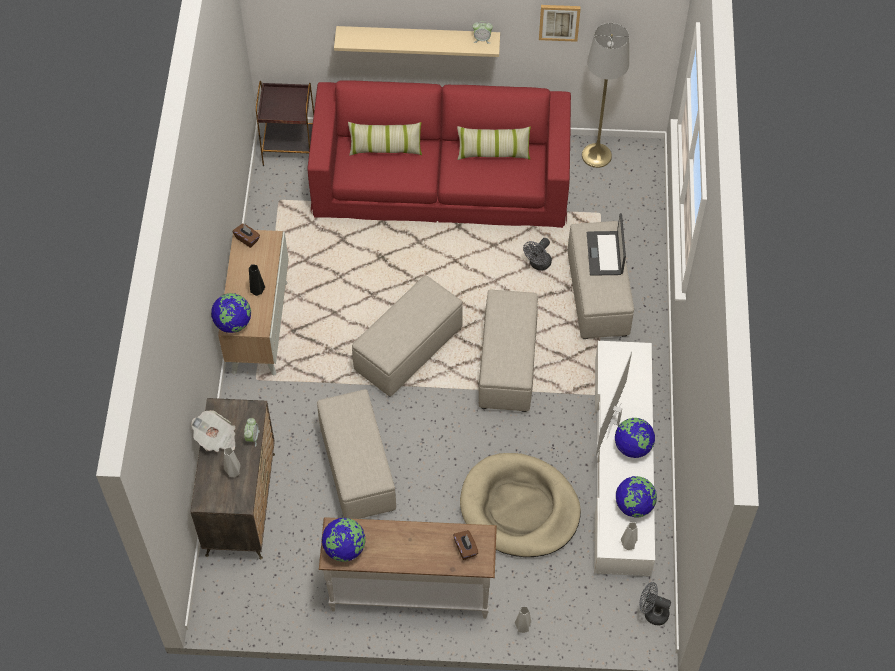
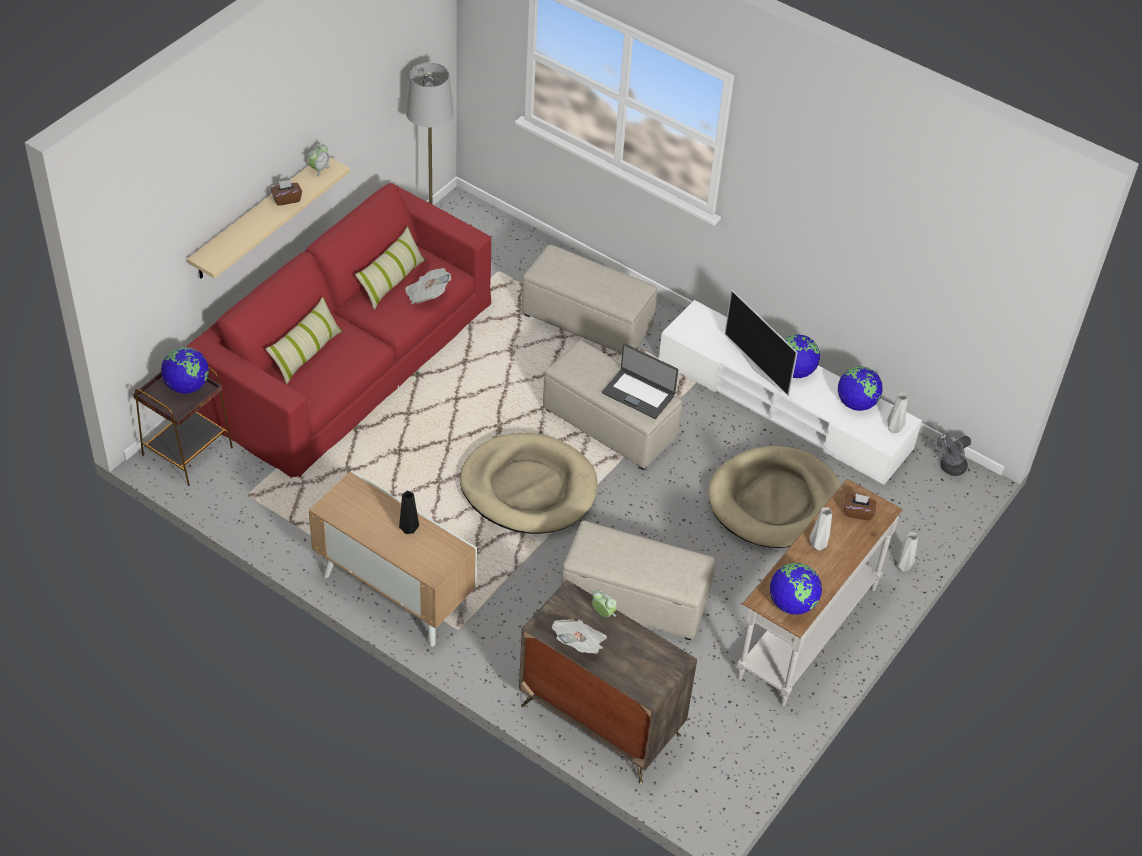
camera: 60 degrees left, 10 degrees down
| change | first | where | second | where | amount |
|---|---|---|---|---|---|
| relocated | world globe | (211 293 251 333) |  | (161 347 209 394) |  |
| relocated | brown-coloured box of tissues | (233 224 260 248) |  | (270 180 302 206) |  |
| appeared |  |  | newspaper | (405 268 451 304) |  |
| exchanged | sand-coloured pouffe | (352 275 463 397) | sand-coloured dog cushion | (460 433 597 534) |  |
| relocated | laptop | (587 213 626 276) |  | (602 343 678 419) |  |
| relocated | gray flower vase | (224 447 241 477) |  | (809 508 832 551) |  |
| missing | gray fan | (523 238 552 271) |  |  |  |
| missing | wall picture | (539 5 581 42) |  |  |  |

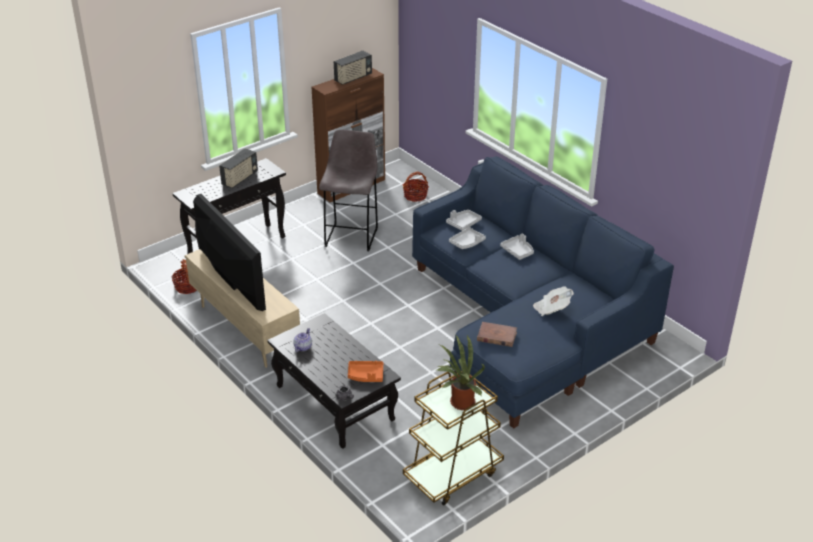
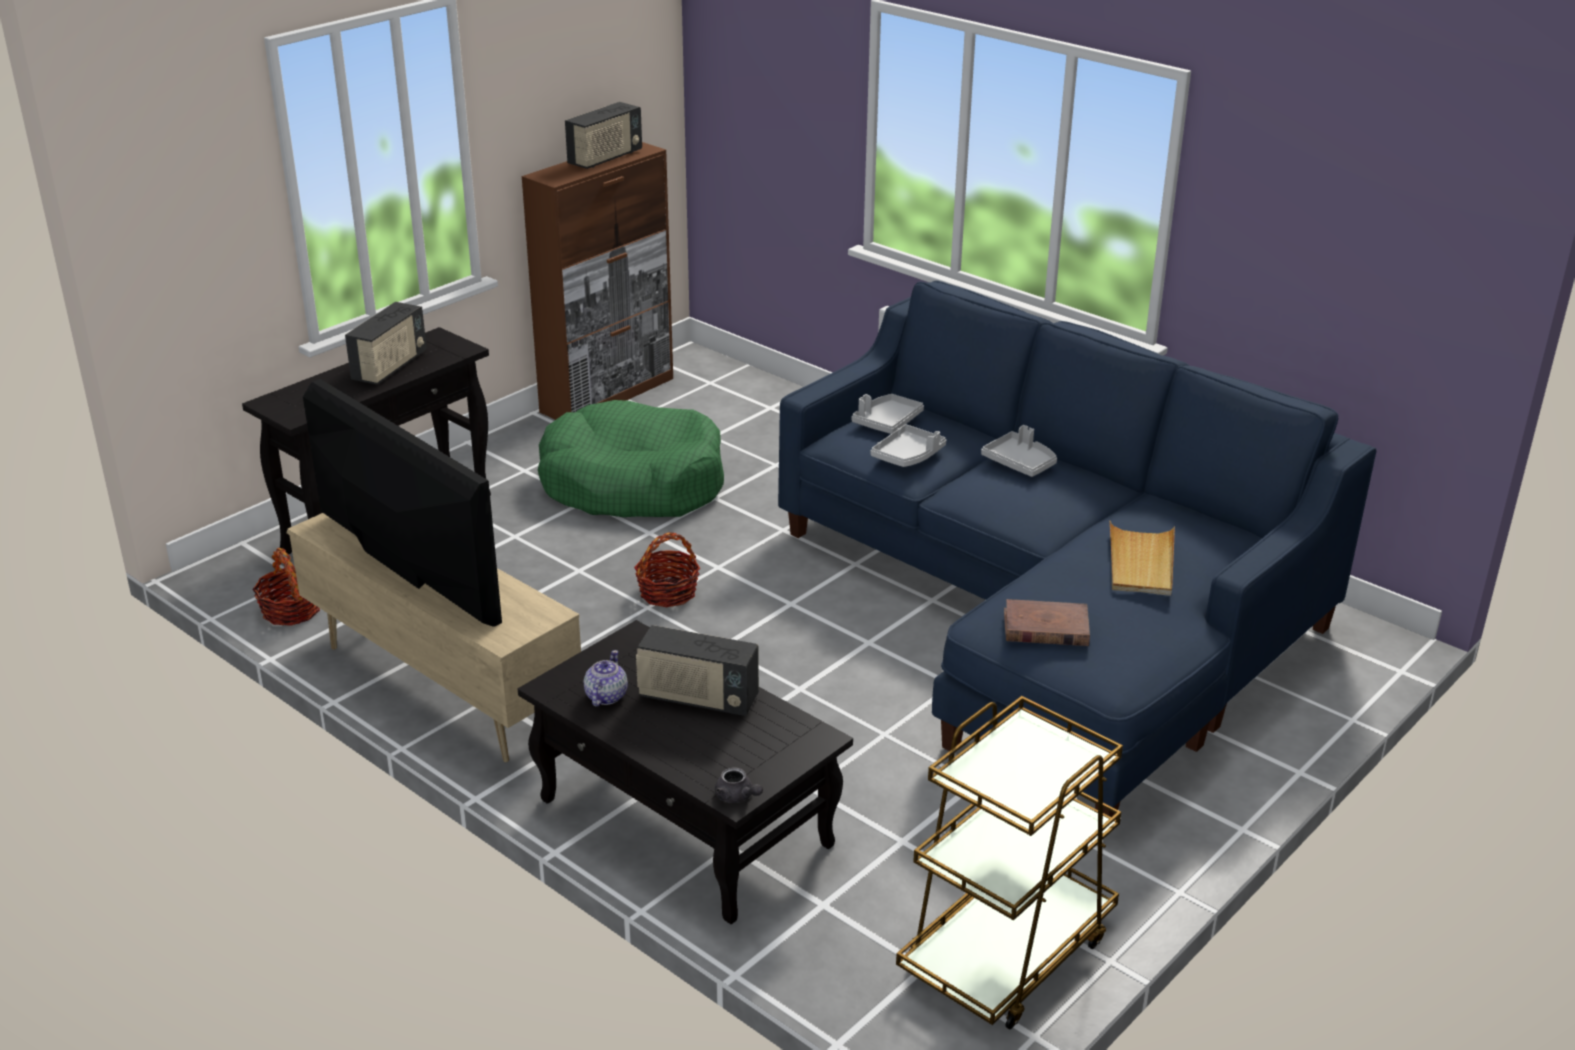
camera: 10 degrees left, 5 degrees down
| change | first | where | second | where | amount |
|---|---|---|---|---|---|
| exchanged | gray sitting stool | (319 130 378 251) | green dog cushion | (538 400 724 517) |  |
| relocated | storage basket | (403 172 429 202) |  | (634 532 700 607) |  |
| appeared |  |  | radio receiver | (636 625 759 716) |  |
| exchanged | newspaper | (533 286 574 316) | sand-coloured serving tray | (1110 521 1175 596) |  |
| missing | orange-coloured serving tray | (348 361 383 382) |  |  |  |
| missing | plant in a pot | (437 335 485 410) |  |  |  |

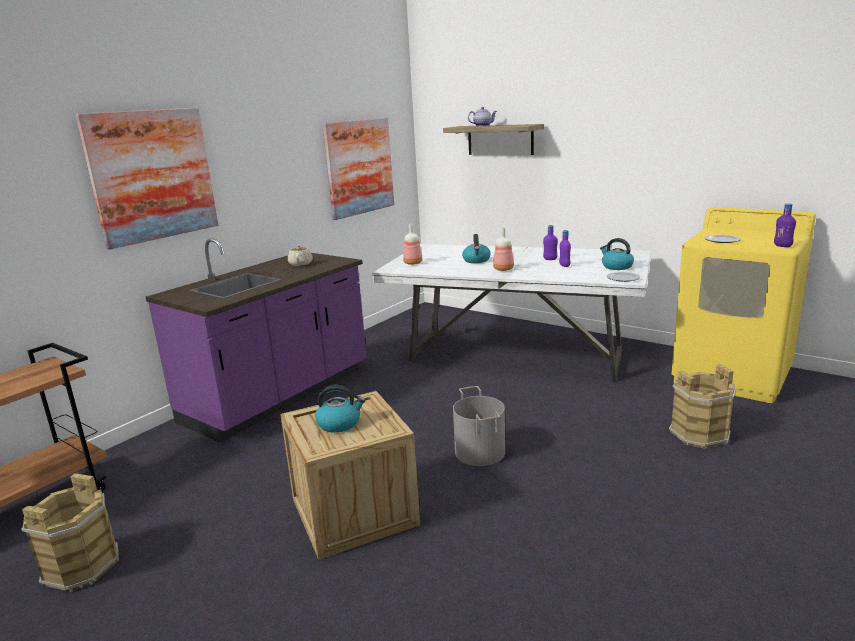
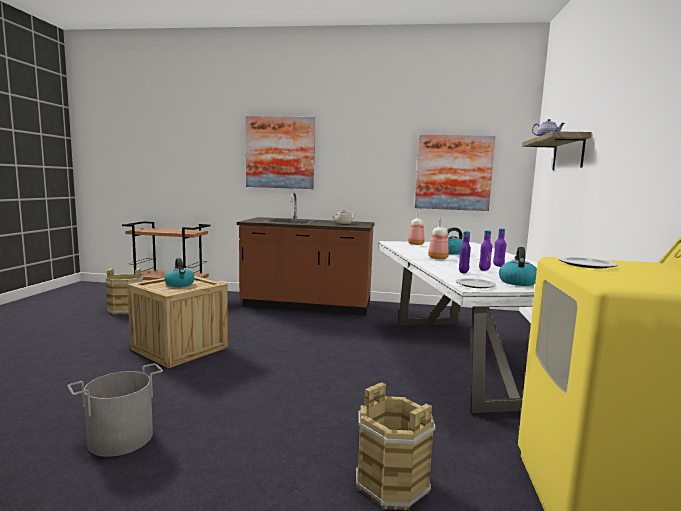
camera: 60 degrees right, 10 degrees down
| change | first | where | second | where | amount |
|---|---|---|---|---|---|
| relocated | gray water bucket | (453 386 505 466) |  | (68 363 163 457) |  |
| colour | purplish kitchen counter | (146 238 367 443) | brown-coloured kitchen counter | (237 193 375 315) |  |
| relocated | purplish drink bottle | (774 203 796 247) |  | (459 231 471 273) |  |

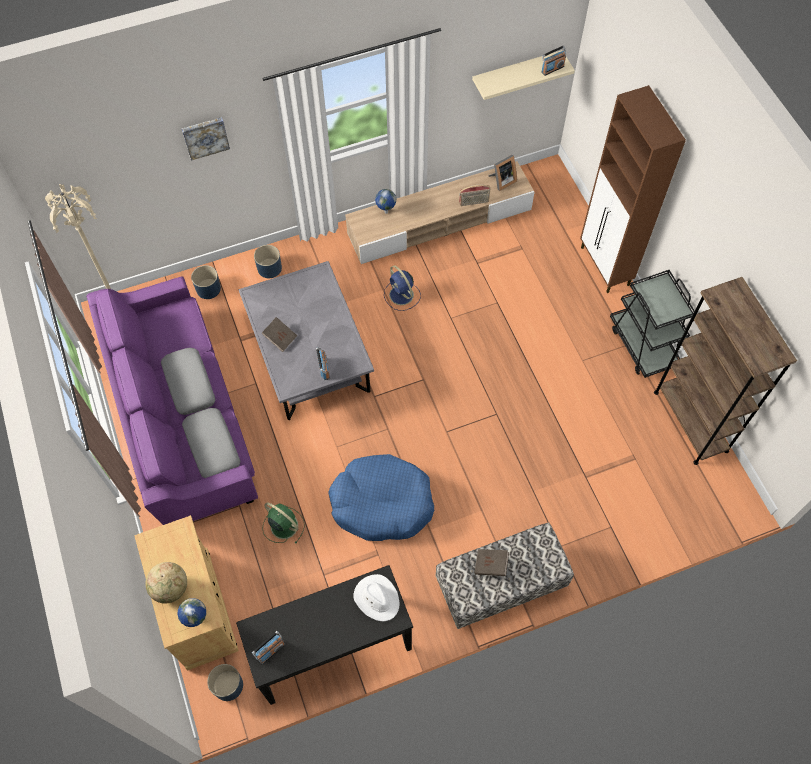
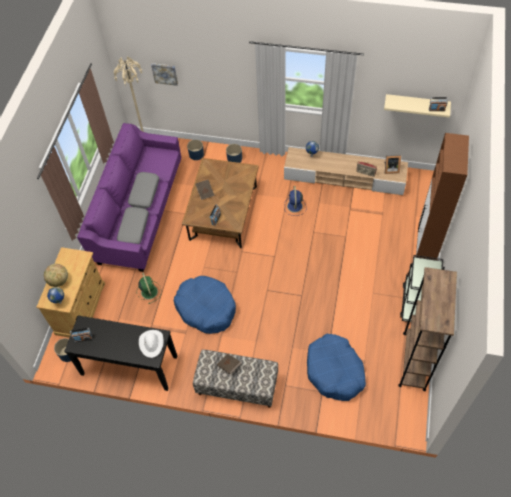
camera: 35 degrees right, 5 degrees down
| change | first | where | second | where | amount |
|---|---|---|---|---|---|
| relocated | wall picture | (182 117 230 161) |  | (151 63 178 86) |  |
| colour | gray low table | (239 261 374 420) | brown-coloured low table | (182 158 259 249) |  |
| appeared |  |  | bluish dog cushion | (307 334 366 401) |  |

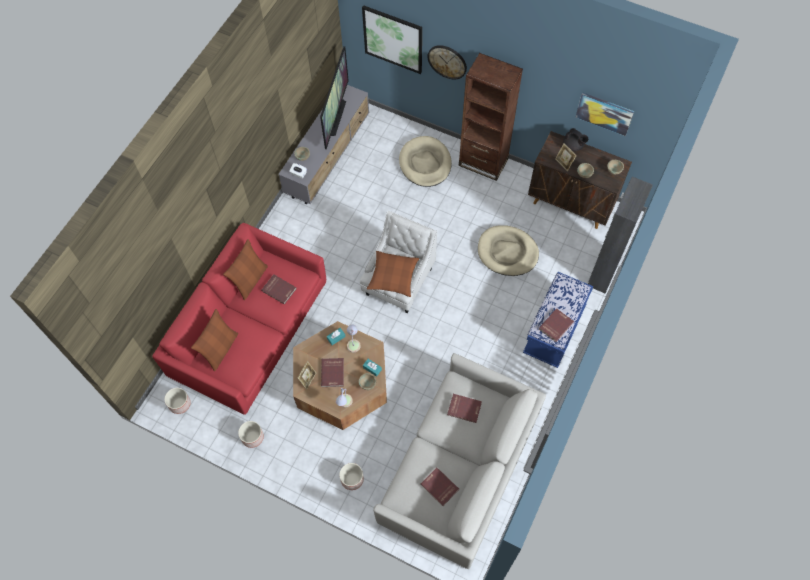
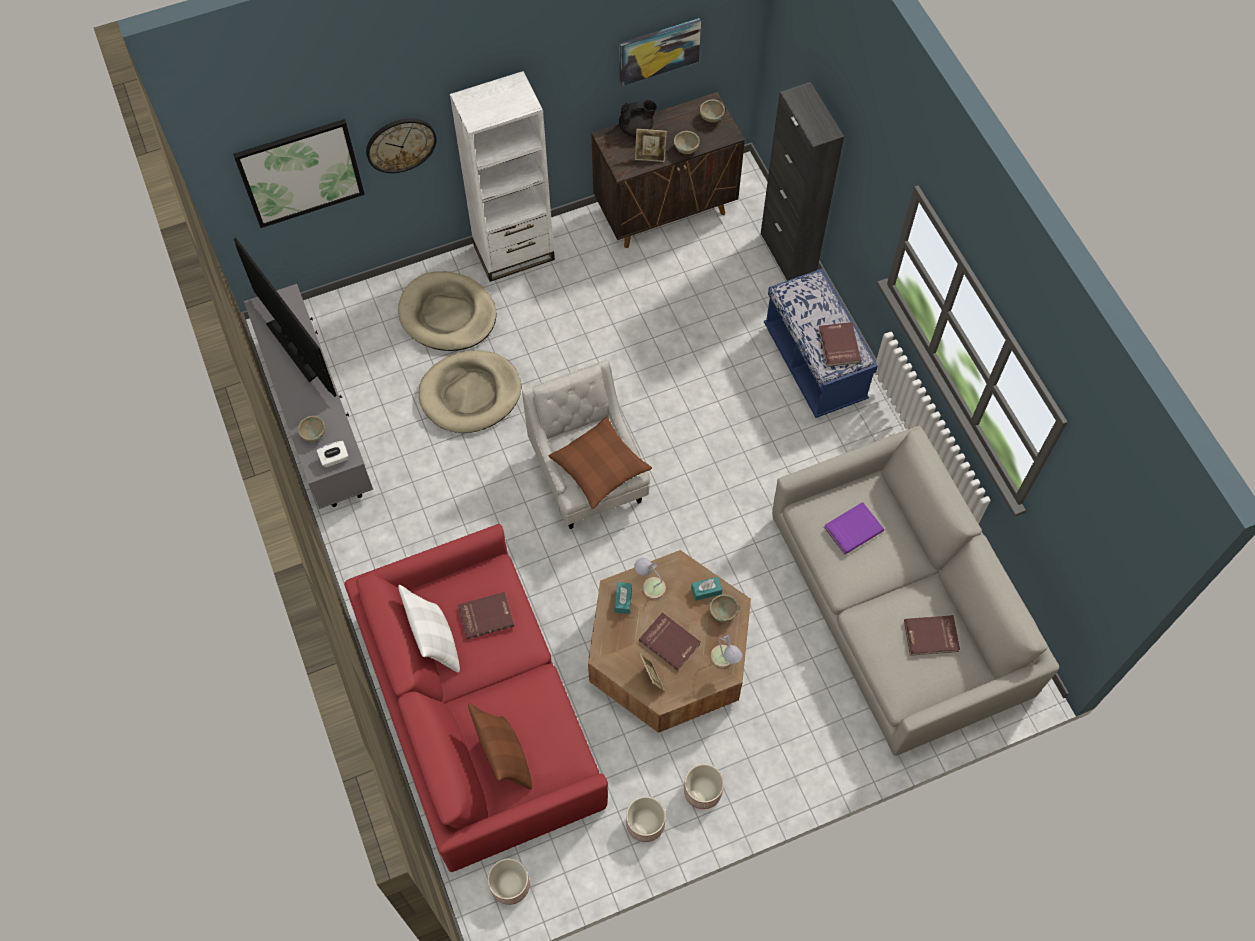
camera: 50 degrees left, 0 degrees up
| change | first | where | second | where | amount |
|---|---|---|---|---|---|
| colour | brown-coloured cushion | (223 239 268 300) | whitish cushion | (398 585 460 672) |  |
| relocated | sand-coloured dog cushion | (478 225 539 276) |  | (418 350 521 433) |  |
| colour | brown-coloured bookshelf | (459 53 523 181) | whitish bookshelf | (450 71 555 282) |  |
| relocated | flower pot | (339 463 364 490) |  | (684 764 724 809) |  |
| colour | red-coloured bound book | (447 394 482 423) | purplish bound book | (824 502 884 554) |  |

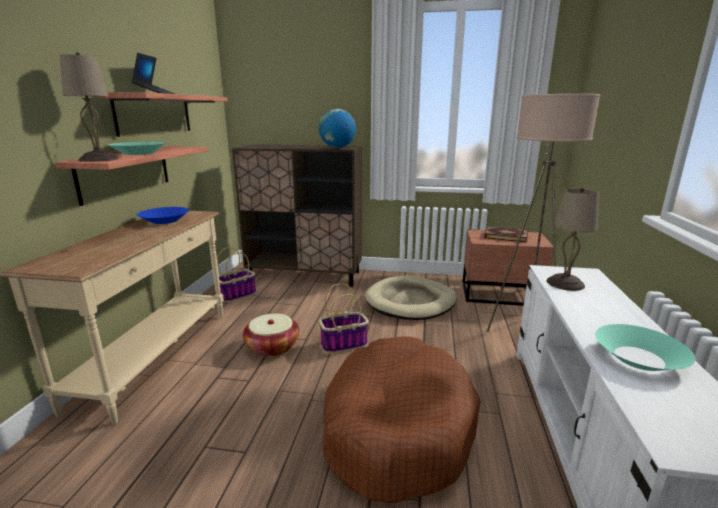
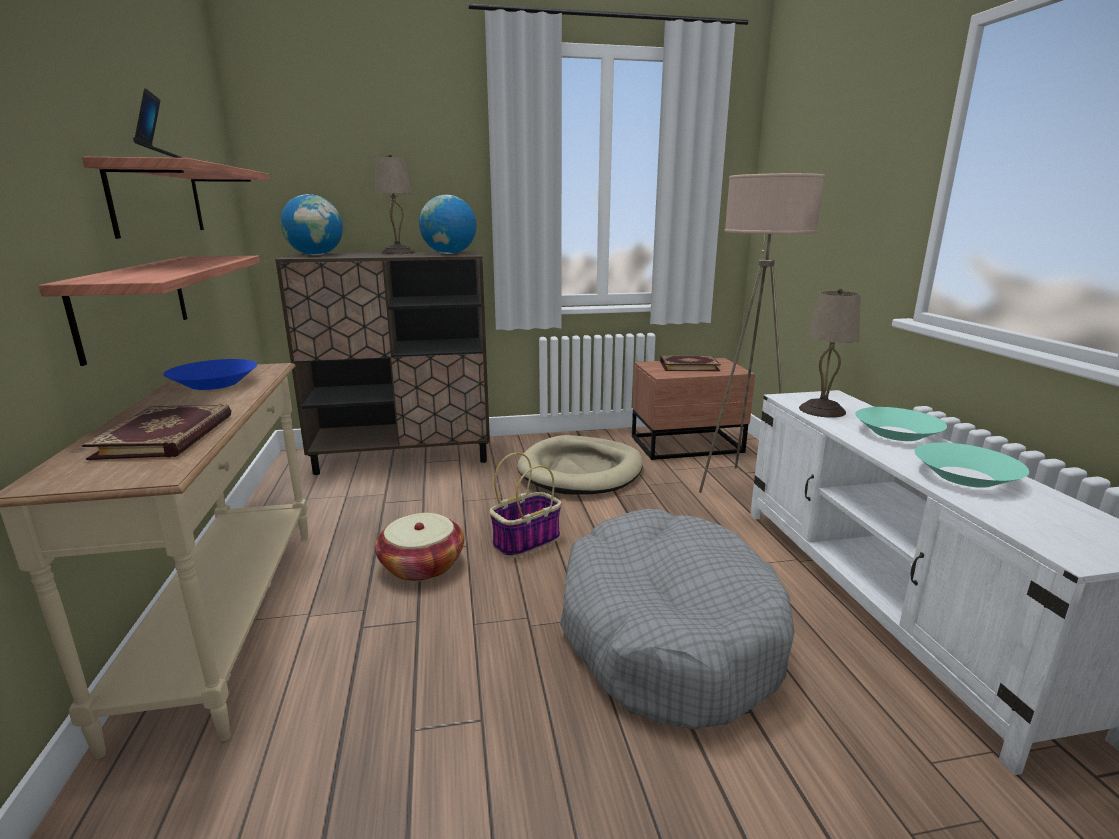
camera: 20 degrees left, 0 degrees up
| change | first | where | second | where | amount |
|---|---|---|---|---|---|
| appeared |  |  | bound book | (82 404 231 460) |  |
| appeared |  |  | world globe | (280 194 343 255) |  |
| relocated | sand-coloured lamp for a table | (60 52 119 162) |  | (375 154 415 254) |  |
| colour | brown-coloured dog cushion | (323 337 481 504) | gray dog cushion | (560 509 794 730) |  |
| relocated | blue-green bowl | (108 142 165 155) |  | (855 407 947 441) |  |
| missing | storage basket | (217 247 256 302) |  |  |  |

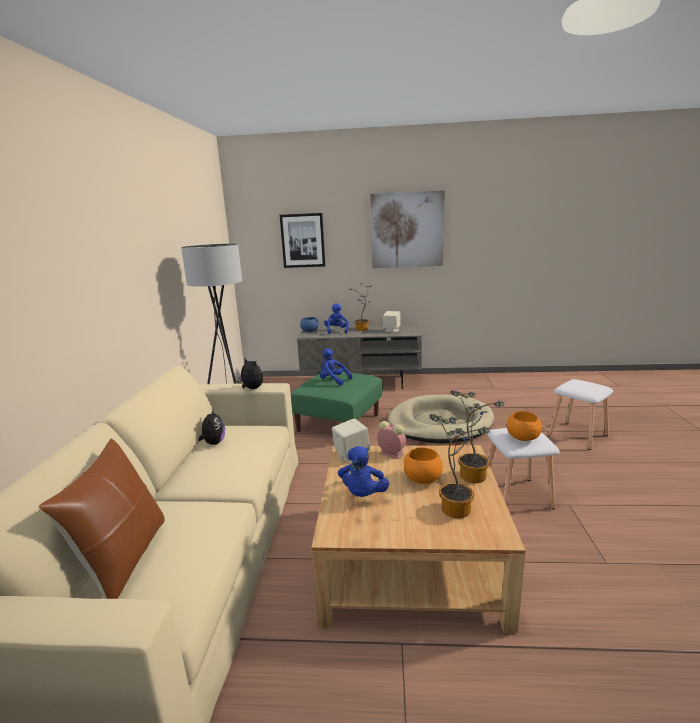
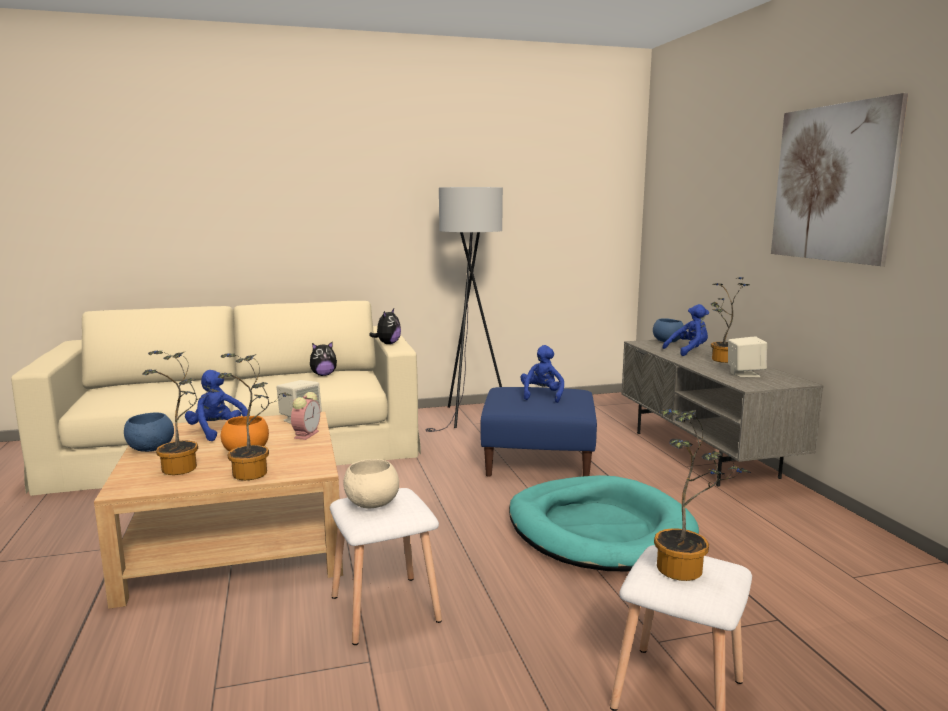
camera: 70 degrees right, 5 degrees down
| change | first | where | second | where | amount |
|---|---|---|---|---|---|
| appeared |  |  | bluish bowl | (124 412 174 452) |  |
| spun | bluish plush toy | (338 446 389 497) |  | (185 370 250 441) | 60 degrees clockwise |
| colour | orange-coloured bowl | (507 411 542 441) | sand-coloured bowl | (343 459 399 508) |  |
| colour | green pouffe | (291 372 382 432) | bluish pouffe | (481 387 597 477) |  |
| colour | sand-coloured dog cushion | (388 395 494 443) | blue-green dog cushion | (509 475 699 571) |  |
| appeared |  |  | plant in a pot | (654 409 751 581) |  |
| missing | brown-coloured cushion | (39 439 165 599) |  |  |  |
| missing | wall picture | (280 213 325 268) |  |  |  |

